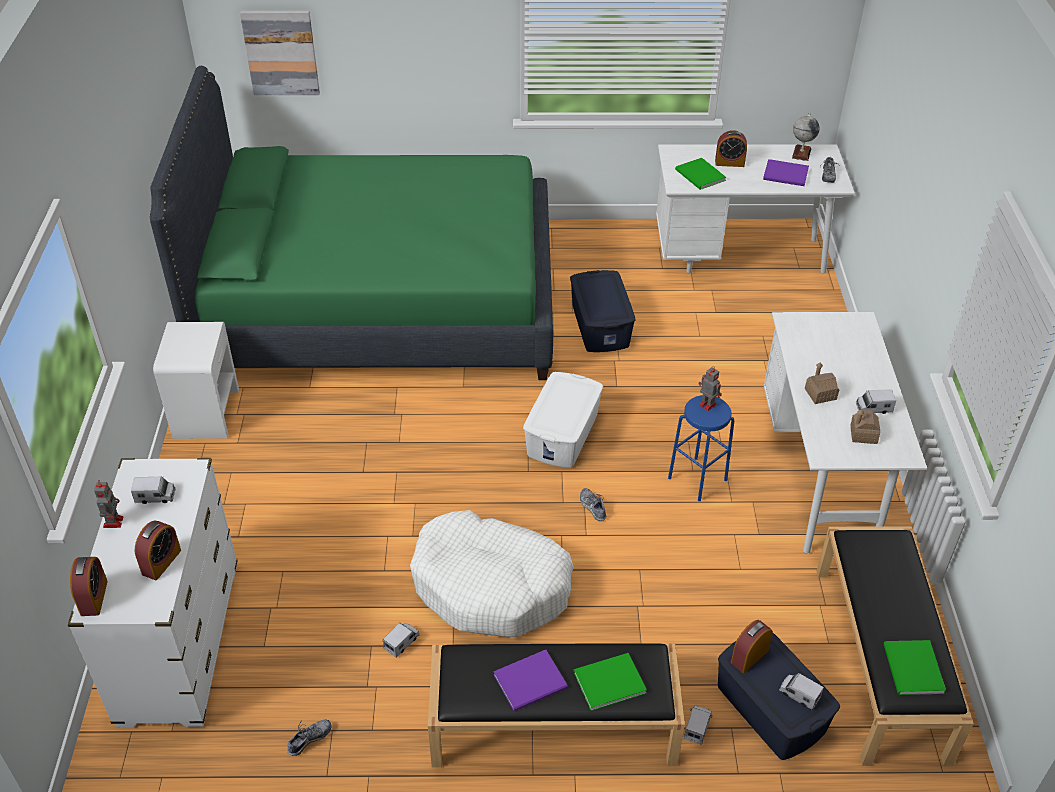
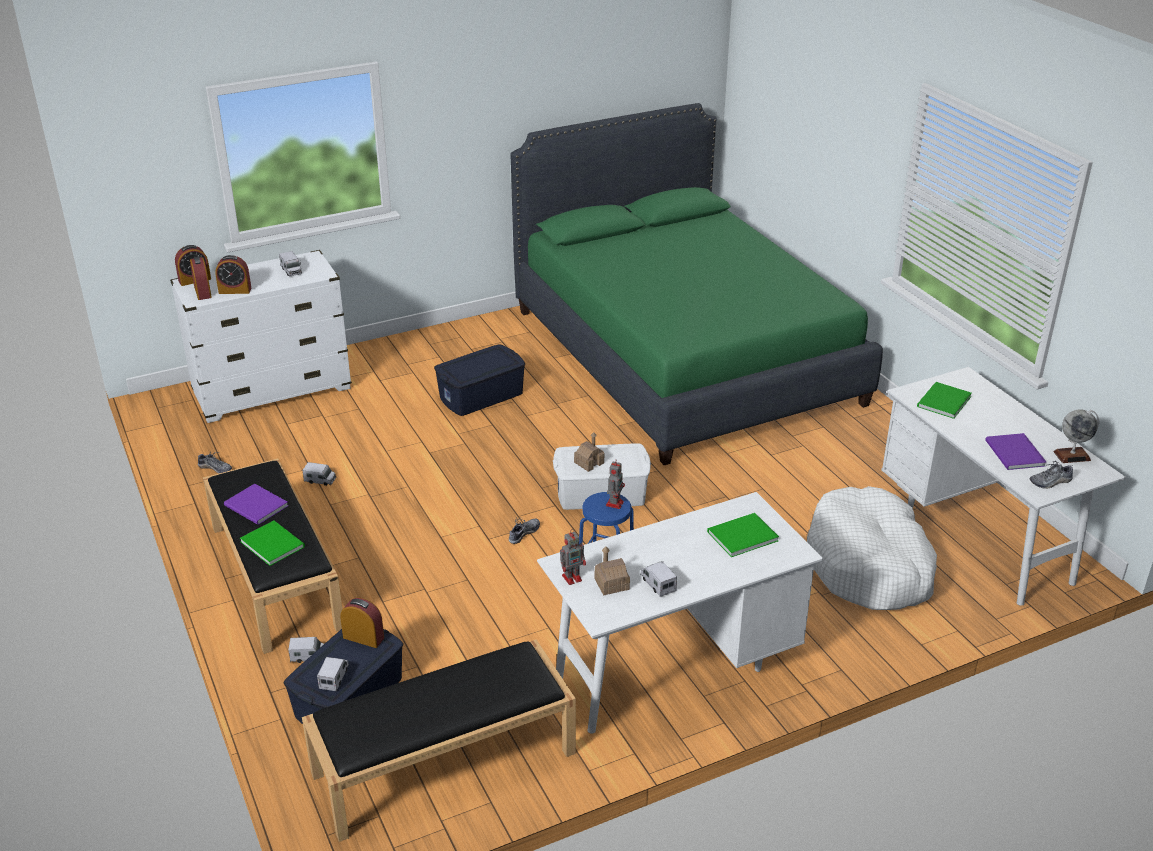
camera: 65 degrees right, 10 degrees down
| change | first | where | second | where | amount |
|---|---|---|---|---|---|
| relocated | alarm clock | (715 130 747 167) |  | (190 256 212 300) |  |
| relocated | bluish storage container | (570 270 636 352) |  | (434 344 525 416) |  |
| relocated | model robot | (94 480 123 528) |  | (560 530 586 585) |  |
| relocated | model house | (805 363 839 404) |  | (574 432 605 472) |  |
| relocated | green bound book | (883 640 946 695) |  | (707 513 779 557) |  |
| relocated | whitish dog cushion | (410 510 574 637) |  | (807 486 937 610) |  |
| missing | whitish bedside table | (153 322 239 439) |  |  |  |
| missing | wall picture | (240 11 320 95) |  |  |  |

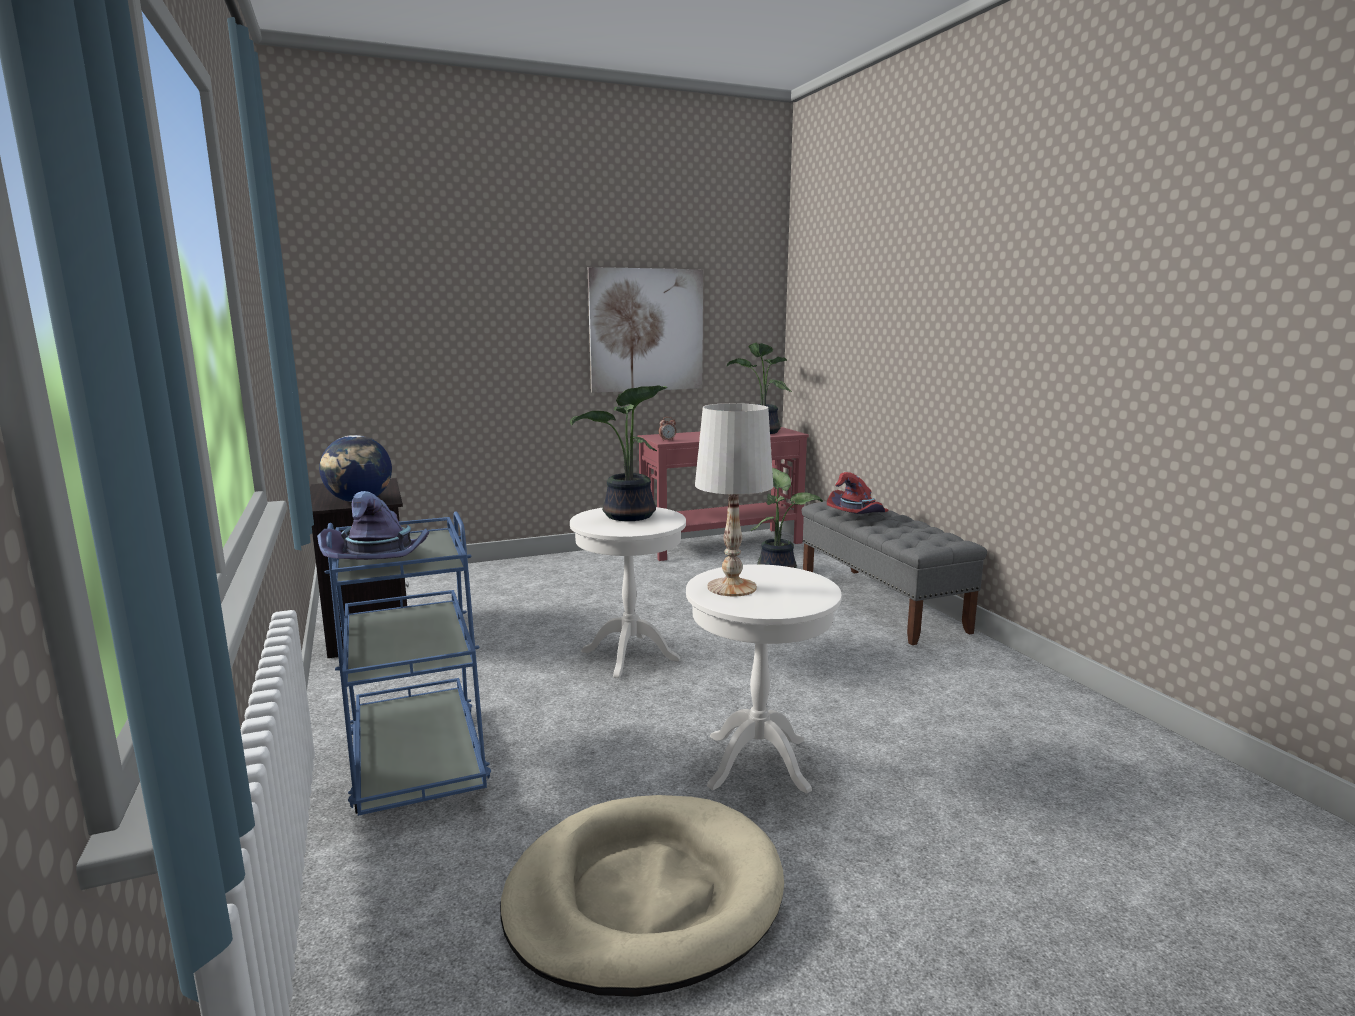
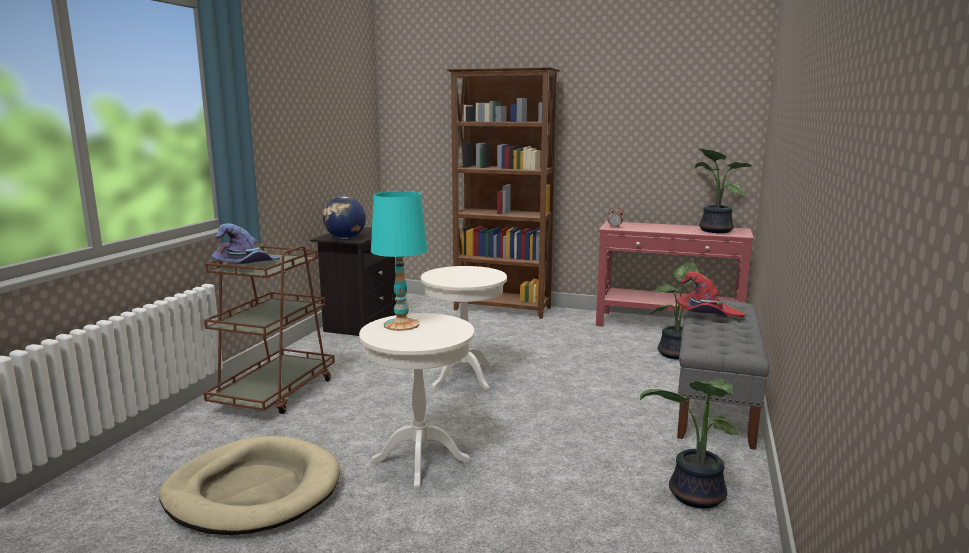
camera: 40 degrees right, 0 degrees up
| change | first | where | second | where | amount |
|---|---|---|---|---|---|
| colour | bluish wheeled cart | (325 511 491 816) | brown-coloured wheeled cart | (204 245 335 414) |  |
| colour | whitish lamp for a table | (695 403 773 596) | blue-green lamp for a table | (371 191 428 331) |  |
| appeared |  |  | brown-coloured bookshelf | (446 67 560 319) |  |
| relocated | plant in a pot | (570 385 668 521) |  | (640 378 743 509) |  |
| missing | wall picture | (588 267 703 393) |  |  |  |

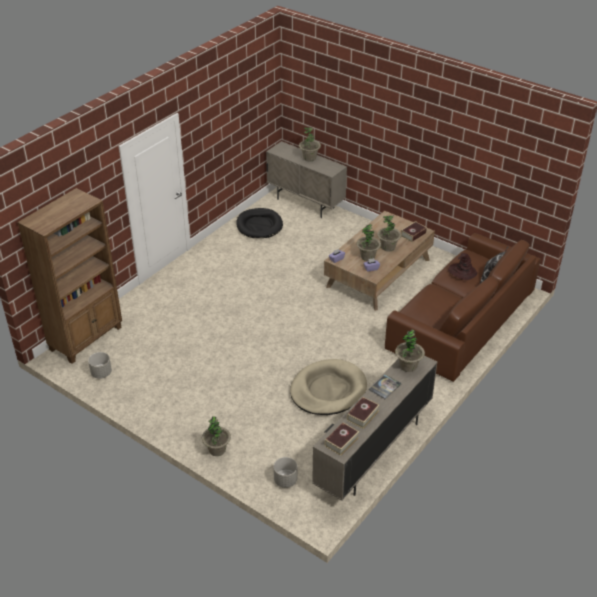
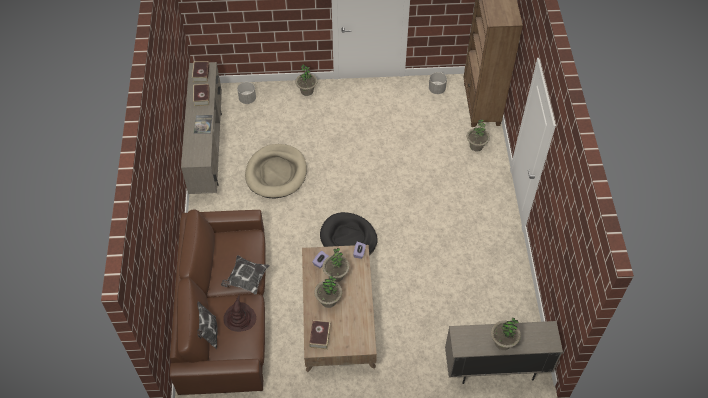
camera: 140 degrees right, 15 degrees up
| change | first | where | second | where | amount |
|---|---|---|---|---|---|
| appeared |  |  | cushion | (221 255 270 295) |  |
| relocated | blackish dog cushion | (236 208 283 238) |  | (320 212 378 255) |  |
| relocated | plant in a pot | (395 329 425 372) |  | (467 119 490 152) |  |

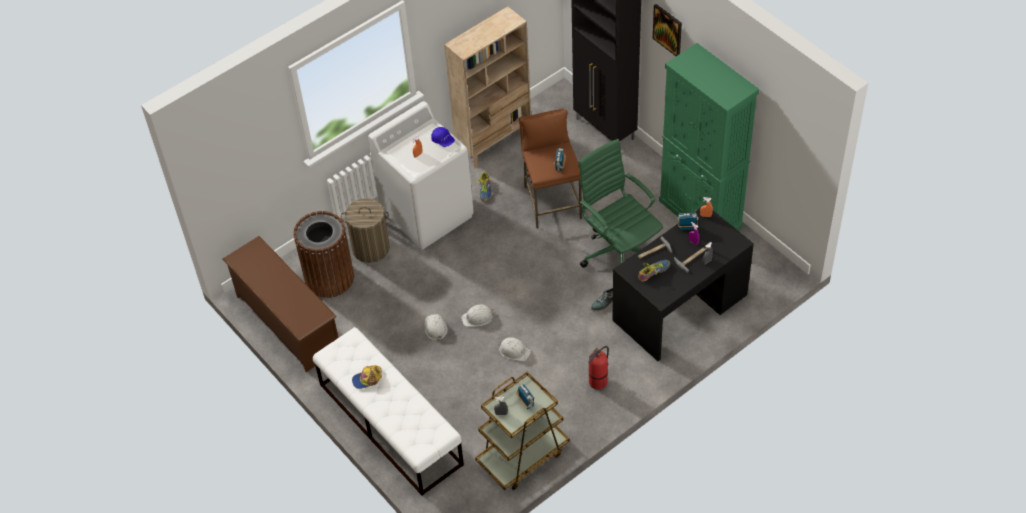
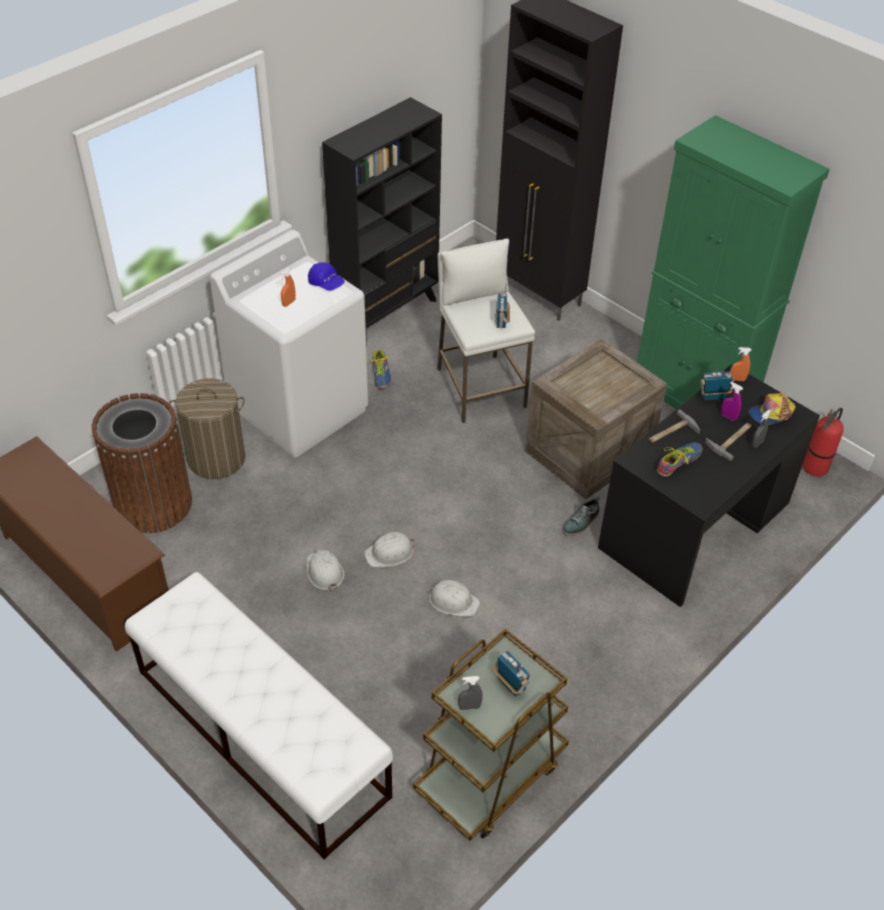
camera: 10 degrees left, 5 degrees down
| change | first | where | second | where | amount |
|---|---|---|---|---|---|
| colour | sand-coloured bookshelf | (444 6 531 167) | blackish bookshelf | (322 97 442 346) |  |
| colour | brown-coloured sitting stool | (519 109 582 229) | whitish sitting stool | (437 238 535 423) |  |
| exchanged | green desk chair | (578 139 663 268) | packing crate | (525 338 667 499) |  |
| relocated | cap | (352 365 382 389) |  | (748 393 795 425) |  |
| relocated | extinguisher | (588 346 609 390) |  | (803 408 844 477) |  |
| missing | wall picture | (653 4 682 56) |  |  |  |

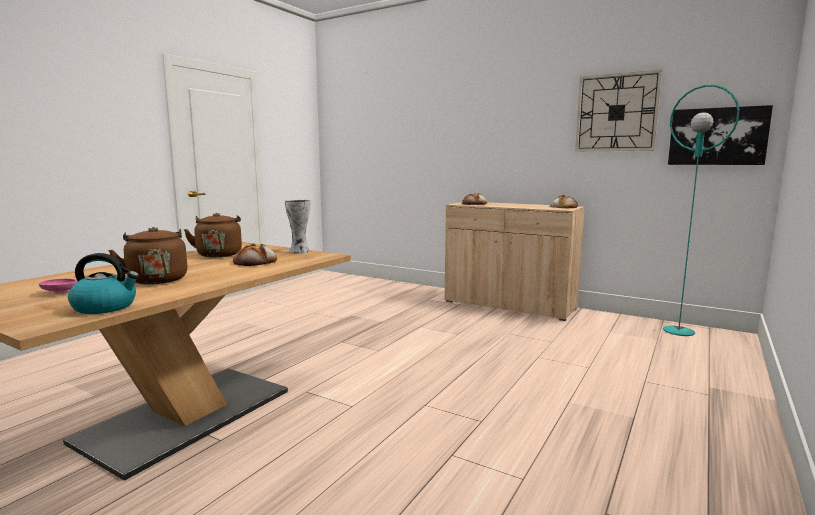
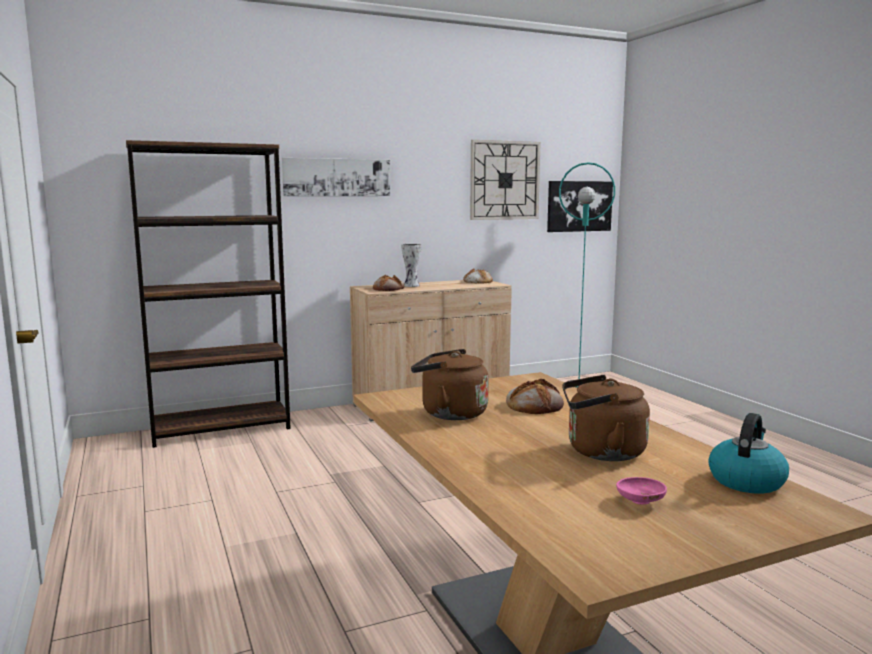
camera: 55 degrees left, 0 degrees up
| change | first | where | second | where | amount |
|---|---|---|---|---|---|
| appeared |  |  | brown-coloured bookshelf | (126 140 291 448) |  |
| appeared |  |  | wall picture | (282 158 390 196) |  |
| relocated | flower vase | (285 200 310 253) |  | (401 244 422 287) |  |

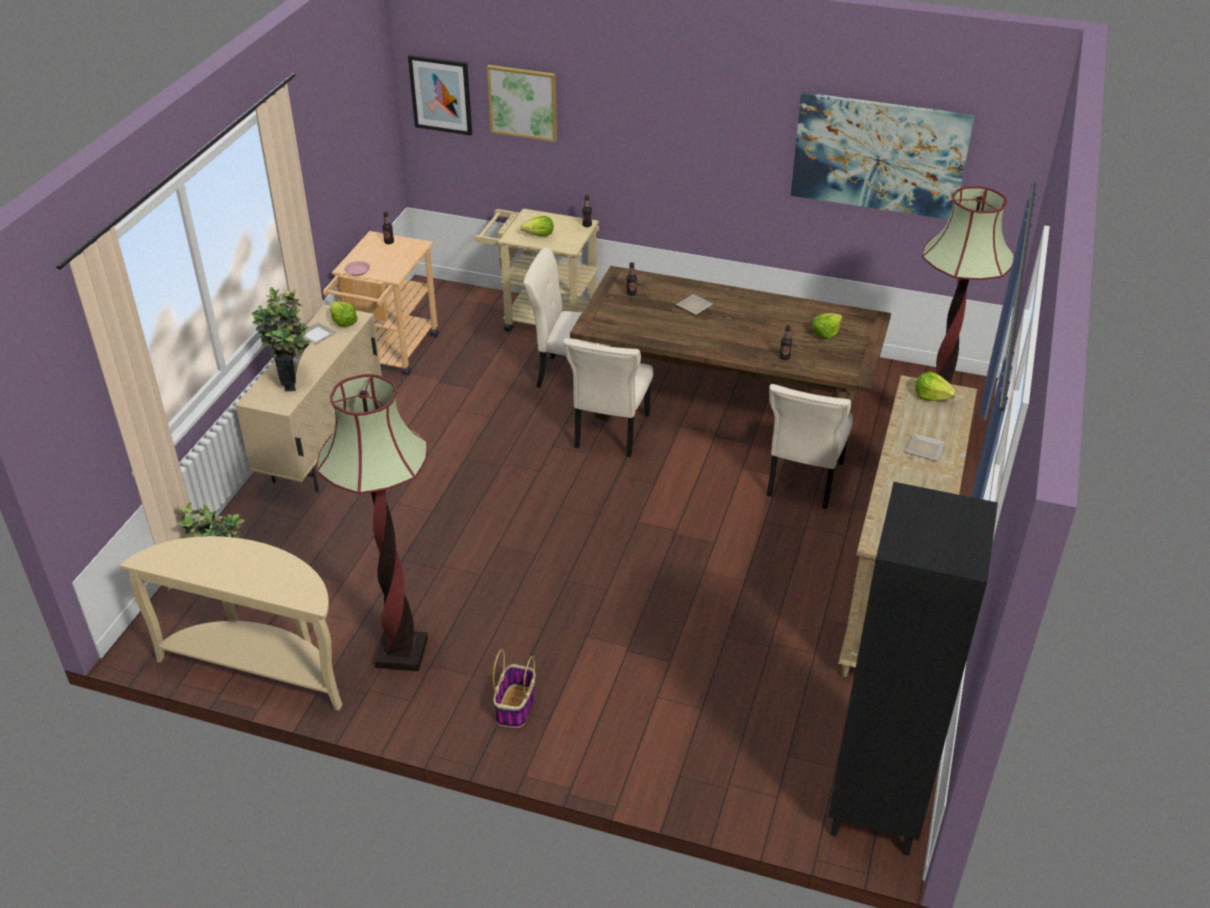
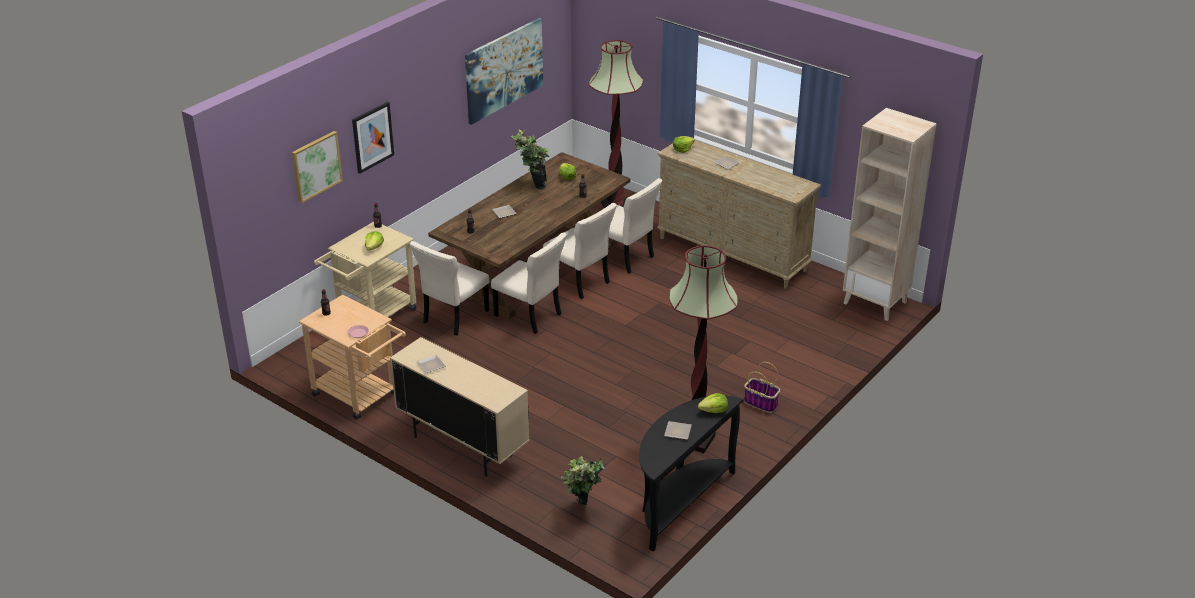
camera: 70 degrees left, 5 degrees down
| change | first | where | second | where | amount |
|---|---|---|---|---|---|
| relocated | wall picture | (408 55 472 135) |  | (352 102 394 174) |  |
| relocated | plant in a pot | (251 287 311 391) |  | (511 129 549 190) |  |
| appeared |  |  | sand-coloured upright chair | (543 203 617 299) |  |
| colour | sand-coloured console table | (120 536 343 711) | blackish console table | (639 396 743 552) |  |
| appeared |  |  | plate | (664 421 692 440) |  |
| relocated | lettuce head | (330 302 358 327) |  | (698 393 728 413) |  |
| colour | blackish bookshelf | (828 482 998 856) | sand-coloured bookshelf | (843 108 937 321) |  |

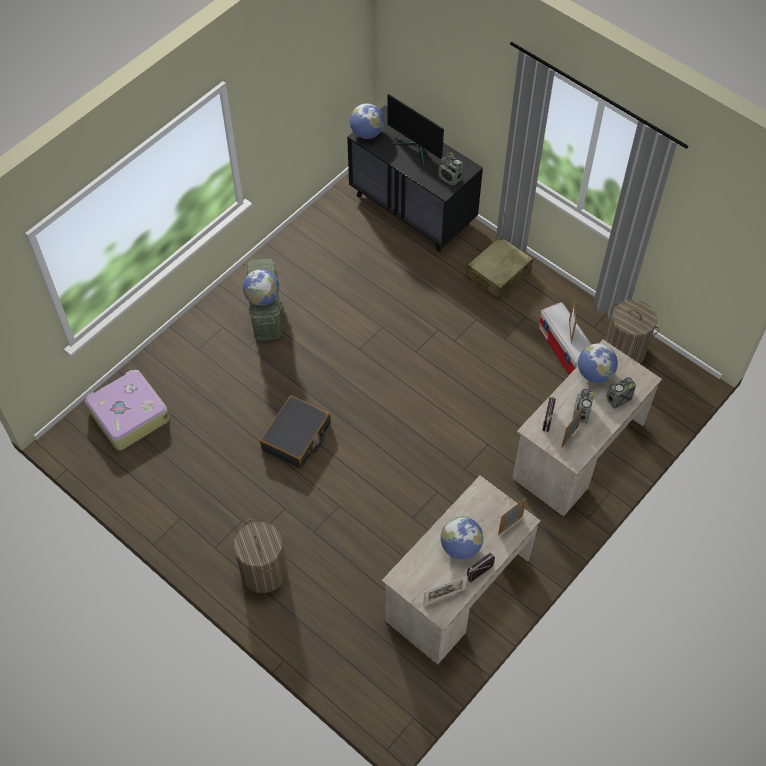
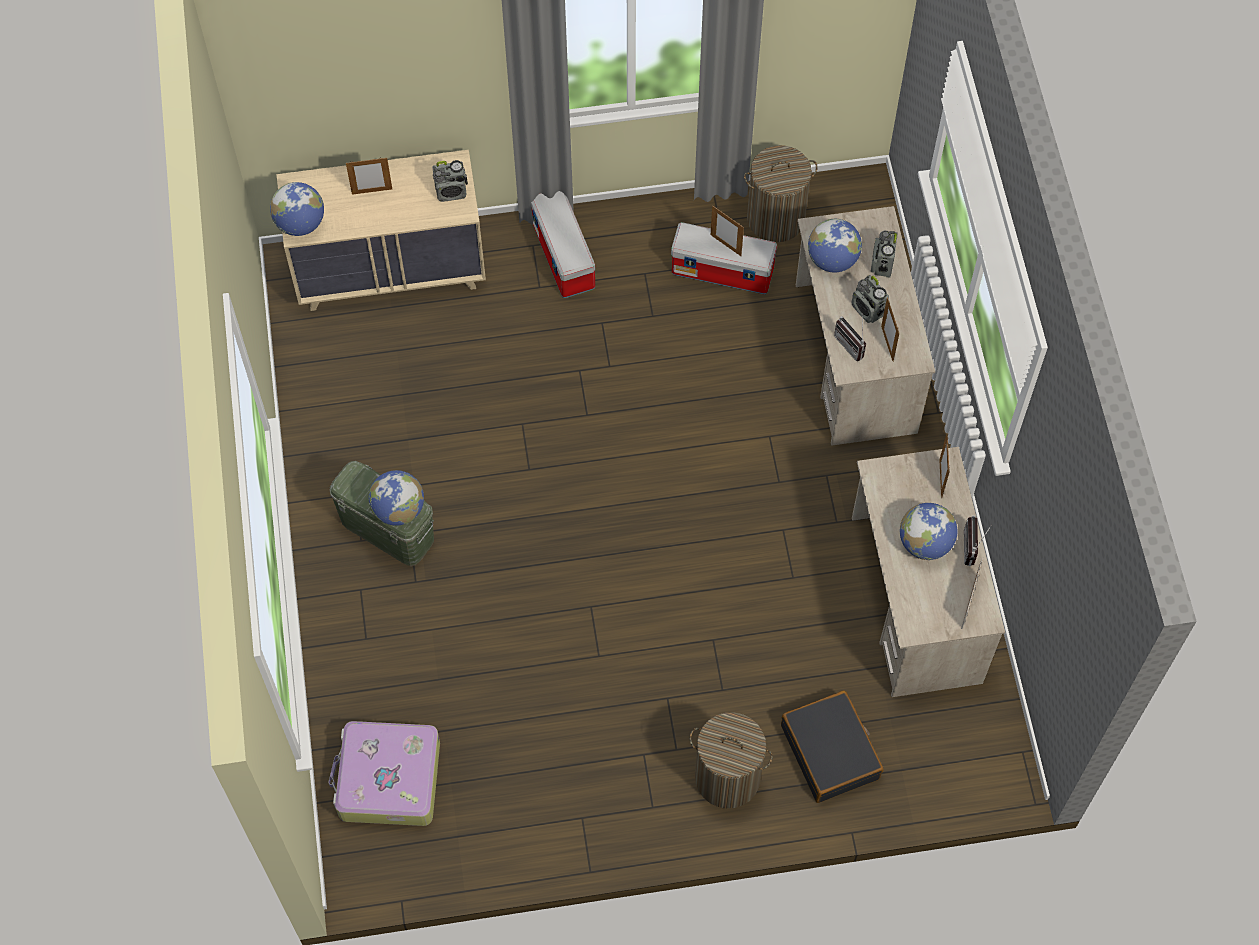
camera: 50 degrees left, 5 degrees up
| change | first | where | second | where | amount |
|---|---|---|---|---|---|
| colour | blackish dresser | (347 105 483 252) | sand-coloured dresser | (276 150 486 311) |  |
| exchanged | monitor | (387 94 444 165) | photo frame | (346 158 392 195) |  |
| exchanged | sand-coloured piece of luggage | (466 236 533 300) | storage container | (531 191 595 298) |  |
| relocated | blackish piece of luggage | (260 395 331 469) |  | (781 691 883 803) |  |

